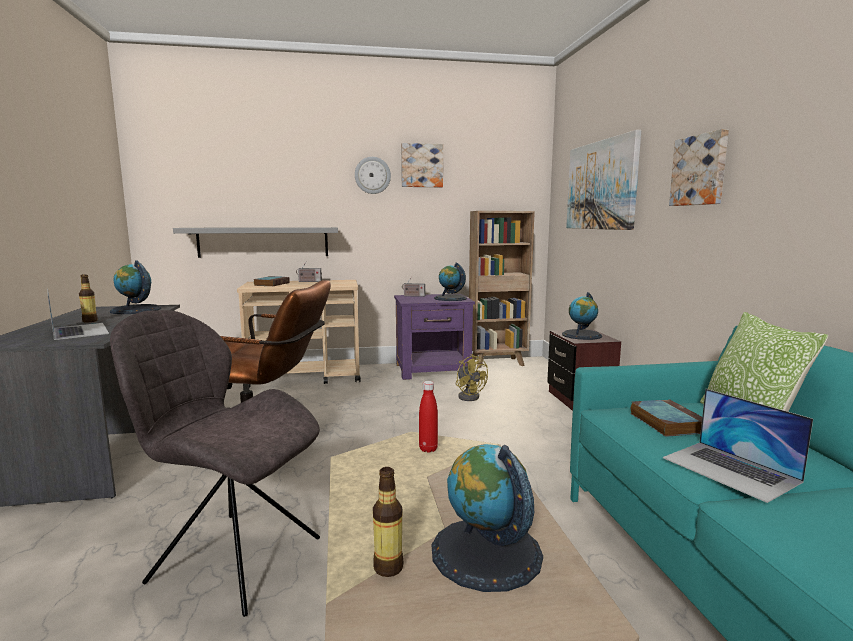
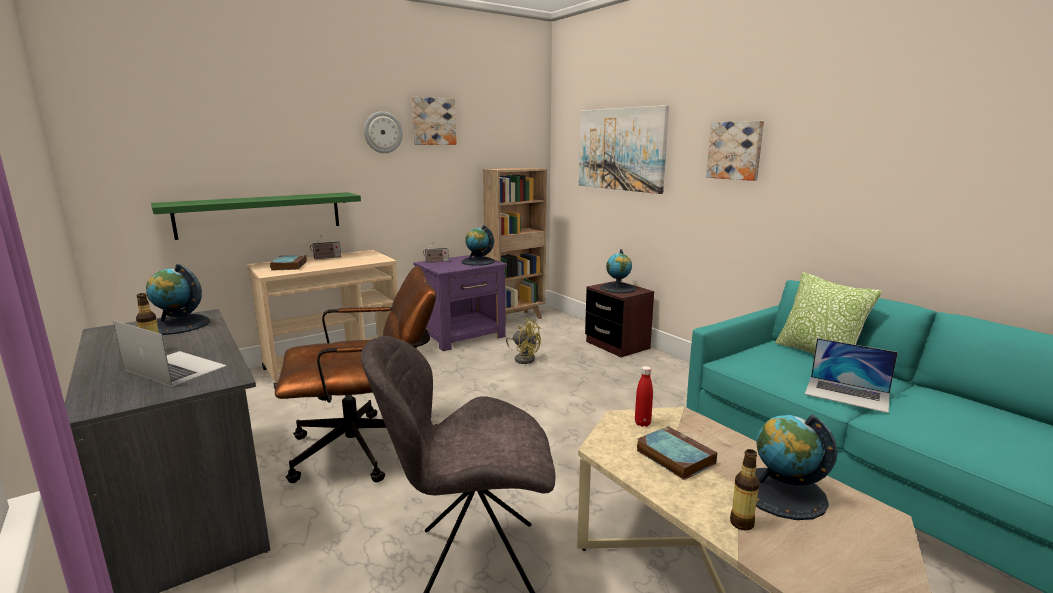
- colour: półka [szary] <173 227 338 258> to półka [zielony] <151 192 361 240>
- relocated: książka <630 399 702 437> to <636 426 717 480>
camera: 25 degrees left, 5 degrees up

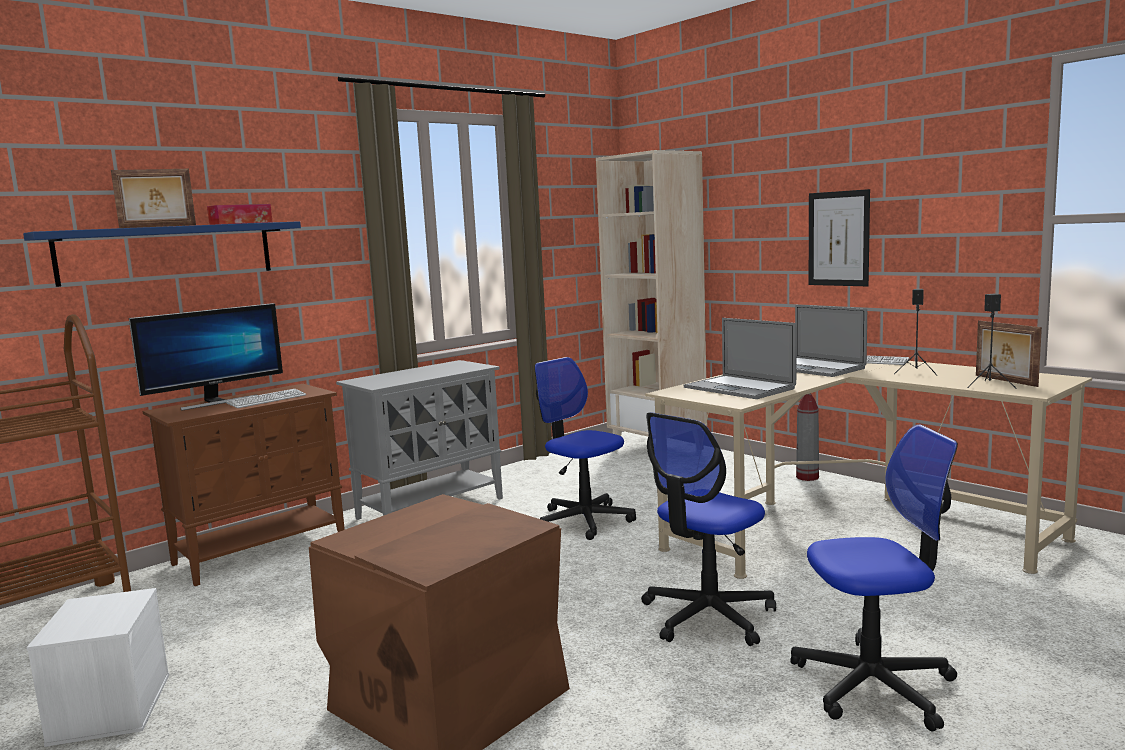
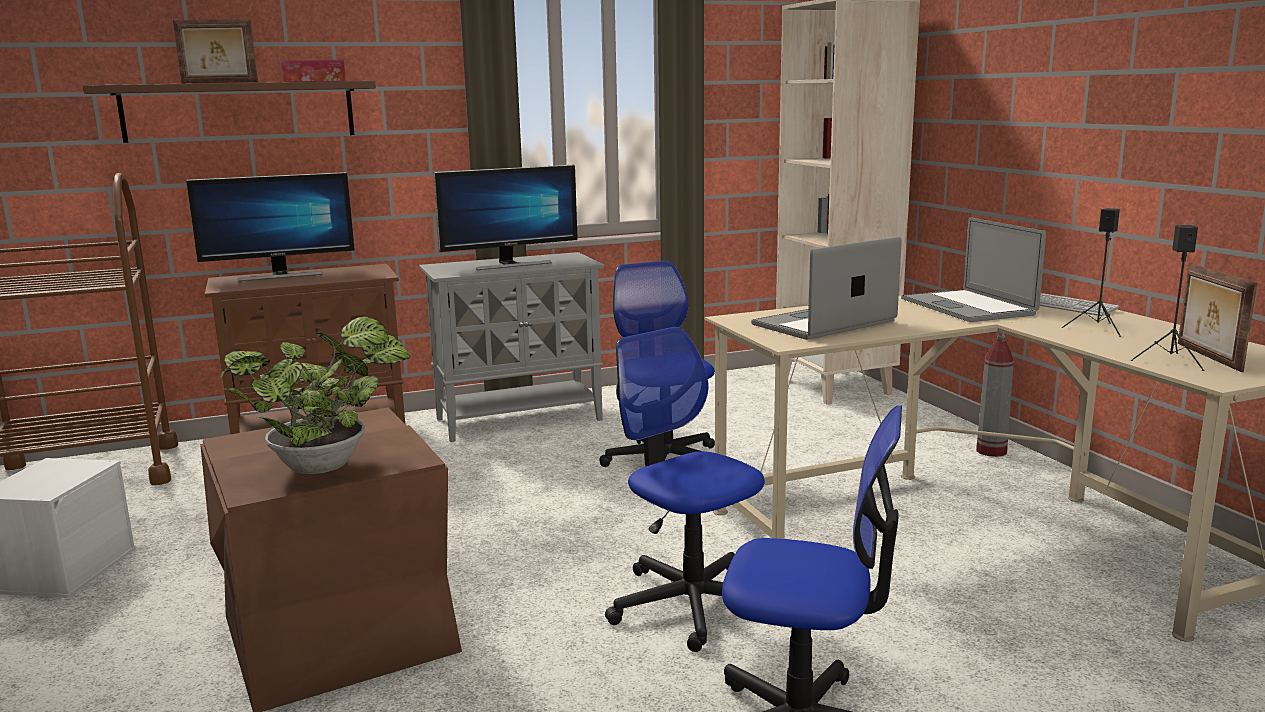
- missing: obraz <809 189 870 286>
- colour: półka [niebieski] <23 221 301 287> to półka [brązowy] <83 81 376 143>
- spun: laptop <684 318 796 399> = <751 236 902 340> 75 degrees clockwise
- missing: klawiatura <226 389 306 408>
- spun: krzesło biurowe <641 412 776 646> = <605 327 765 652> 75 degrees clockwise
- appeared: monitor <434 165 578 270>
- appeared: roślina doniczkowa <220 316 410 474>
camera: 20 degrees right, 5 degrees up

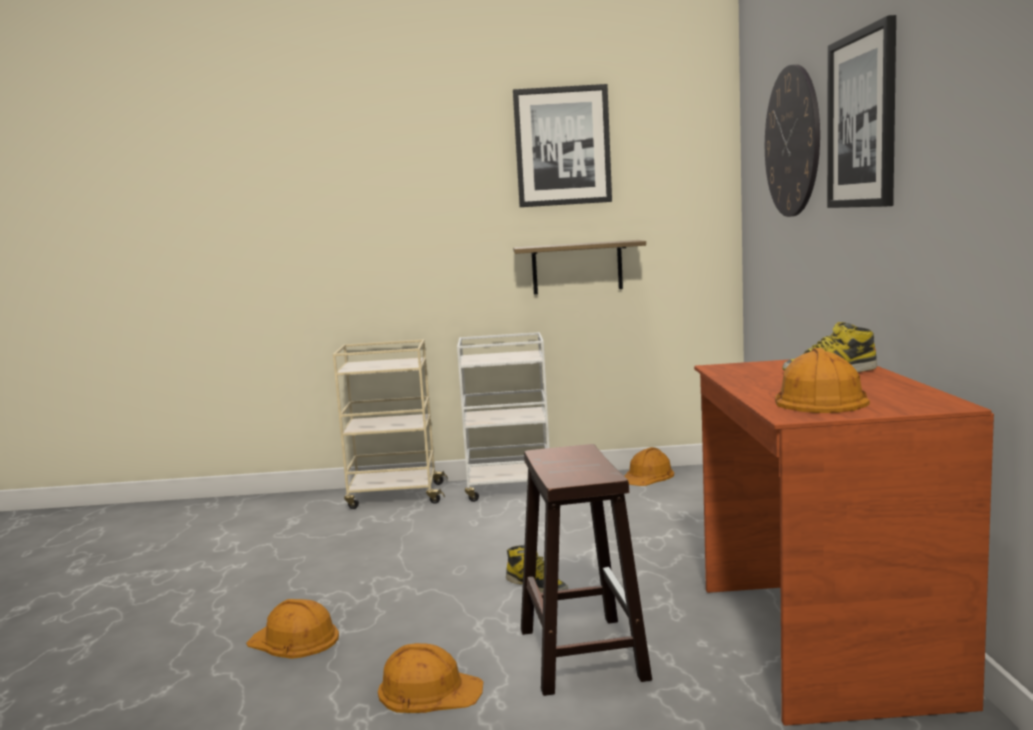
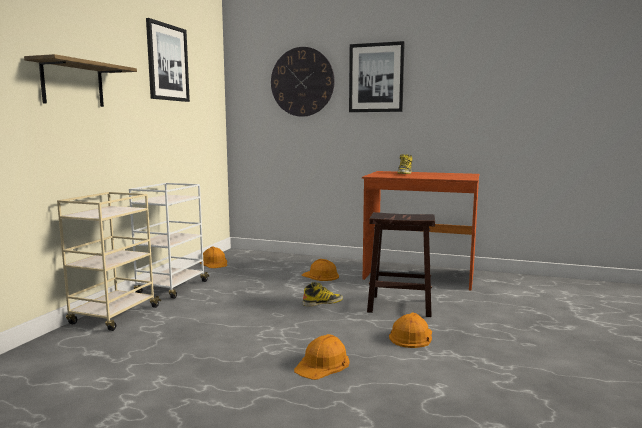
- relocated: półka <513 240 646 294> to <24 54 137 107>
- relocated: kask [pomarańczowy] <775 348 870 413> to <302 259 339 281>
camera: 70 degrees left, 0 degrees up

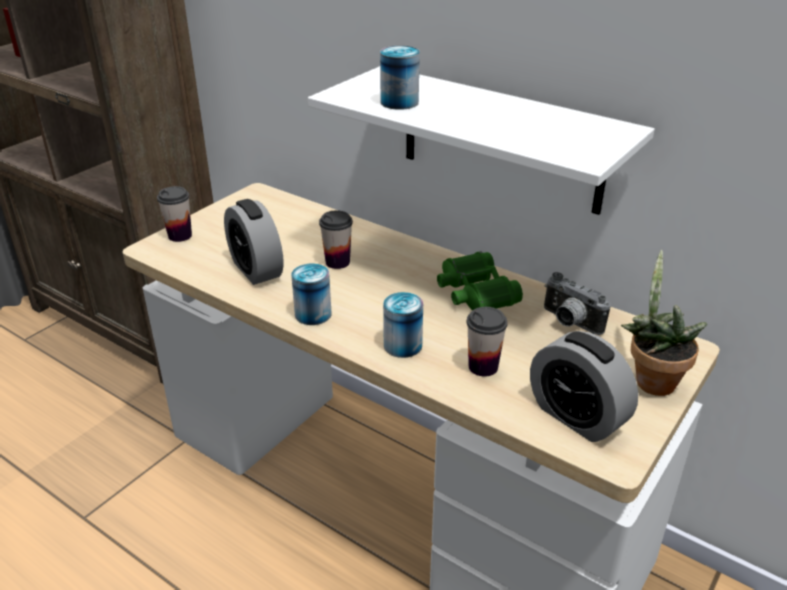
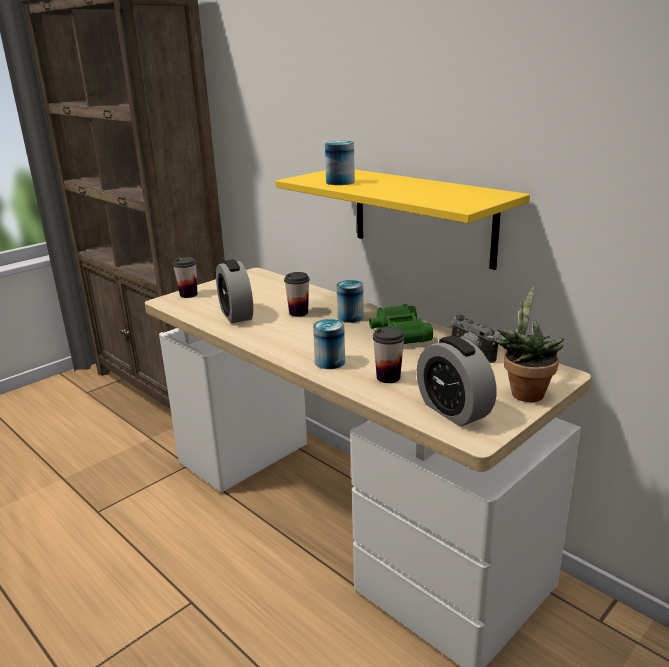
- colour: półka [biały] <308 66 655 215> to półka [żółty] <276 169 530 270>
- relocated: puszka <291 263 331 325> to <337 280 364 323>
camera: 10 degrees right, 10 degrees down

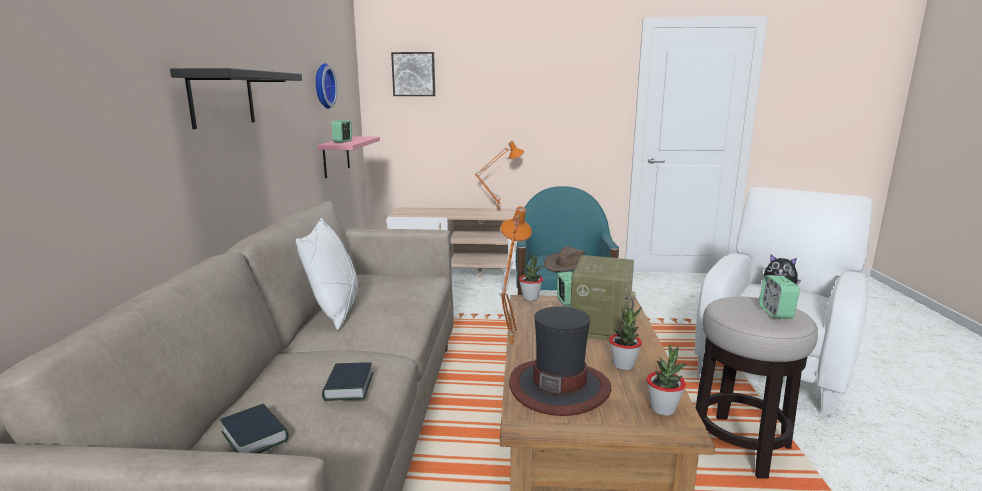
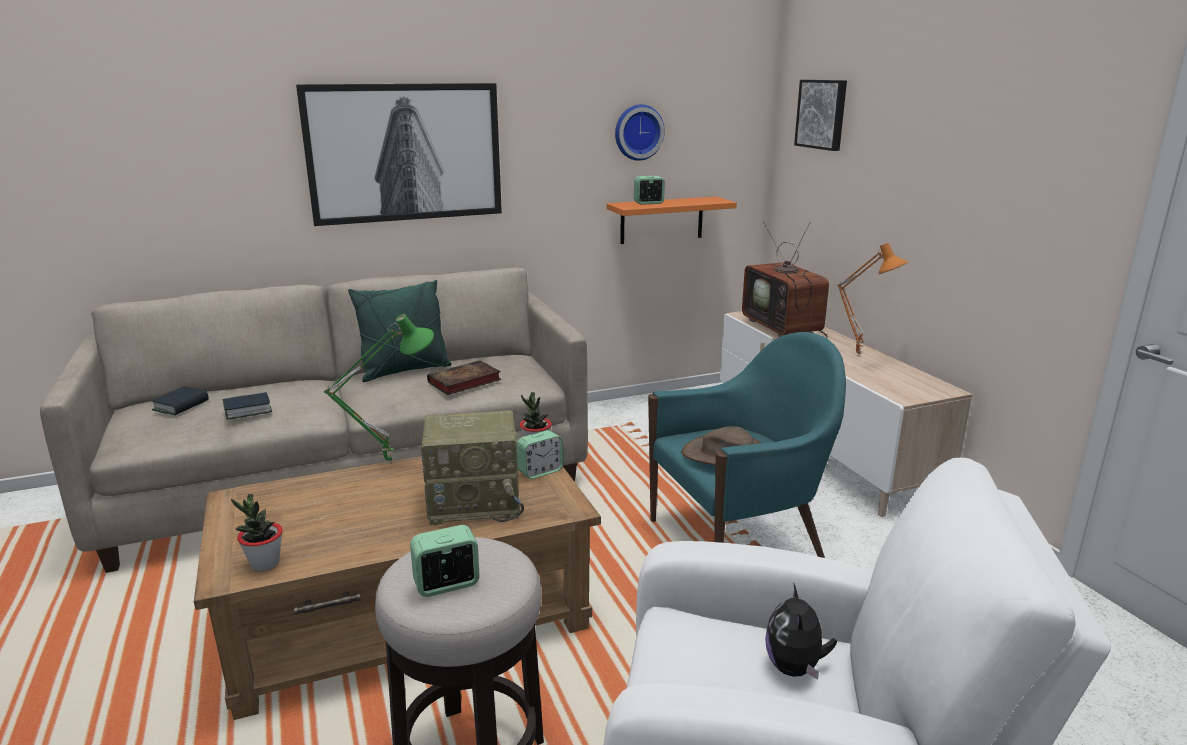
- exchanged: półka [czarny] <170 68 302 129> to obraz <296 83 502 226>
- colour: półka [różowy] <318 136 380 178> to półka [pomarańczowy] <606 197 737 244>
- colour: lampa stołowa [pomarańczowy] <500 206 532 347> to lampa stołowa [zielony] <324 314 434 464>
- colour: poduszka [biały] <296 218 358 330> to poduszka [zielony] <348 280 452 382>
- missing: kapelusz <509 306 611 416>
- missing: roślina doniczkowa <609 307 642 370>
- appeared: telewizor <742 222 829 338>
- appeared: książka <427 360 501 395>
camera: 65 degrees right, 5 degrees up

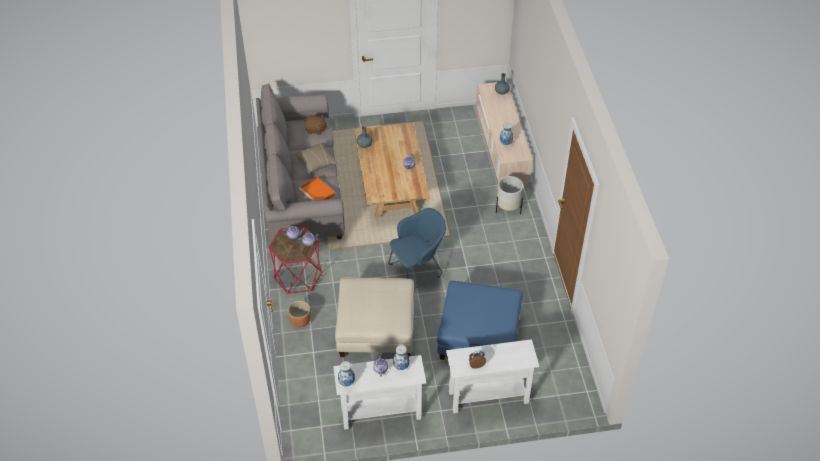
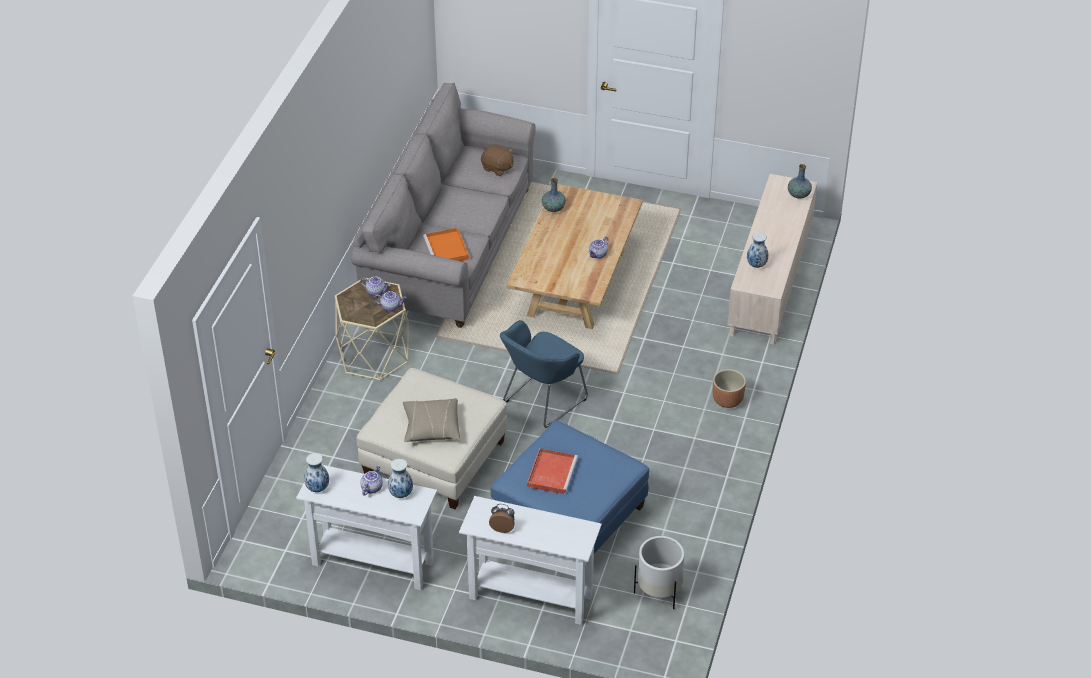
- relocated: poduszka [beżowy] <294 143 337 174> to <403 398 460 442>
- relocated: donica [biały] <496 176 523 214> to <634 536 684 609>
- spun: fotel [niebieski] <388 208 446 289> = <500 320 588 428> 135 degrees clockwise
- colour: stolik [czerwony] <268 226 322 294> to stolik [beżowy] <335 278 409 381>
- relocated: donica [brązowy] <288 301 311 327> to <713 369 746 408>
- appeared: taca [czerwony] <527 448 578 494>
camera: 25 degrees right, 5 degrees down

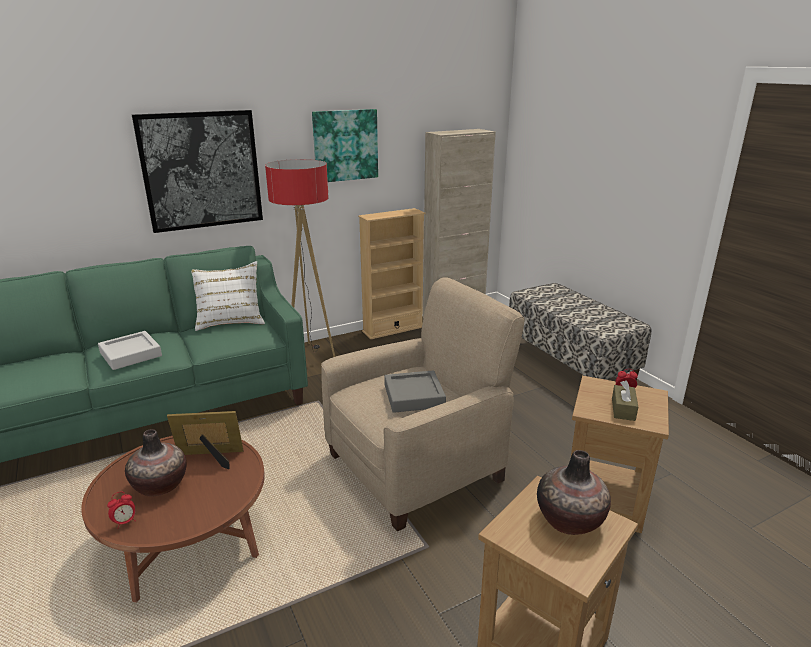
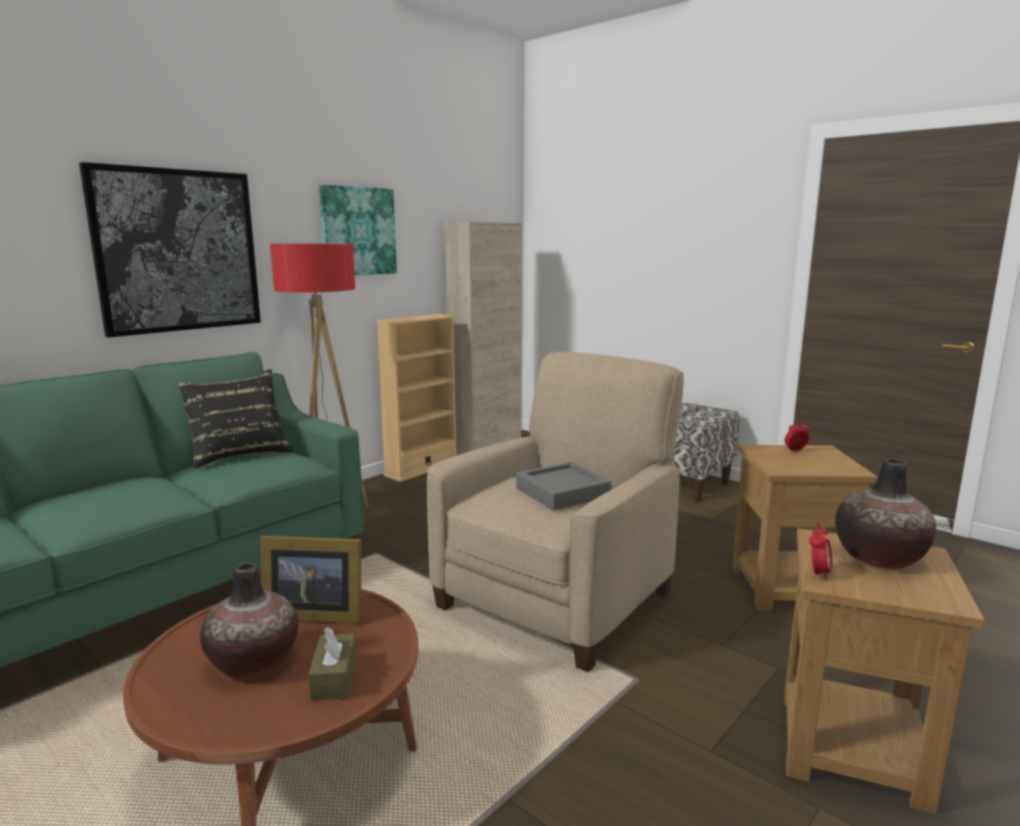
- colour: poduszka [biały] <191 261 265 331> to poduszka [czarny] <179 369 294 469>
- missing: taca [szary] <98 331 162 370>
- relocated: pudełko chusteczek [brązowy] <612 381 638 421> to <308 627 357 701>
- spun: ramka na zdjęcie <167 411 244 469> = <260 536 361 624> 150 degrees counterclockwise
- relocated: budzik <107 491 136 529> to <809 523 832 581>
camera: 20 degrees left, 10 degrees down

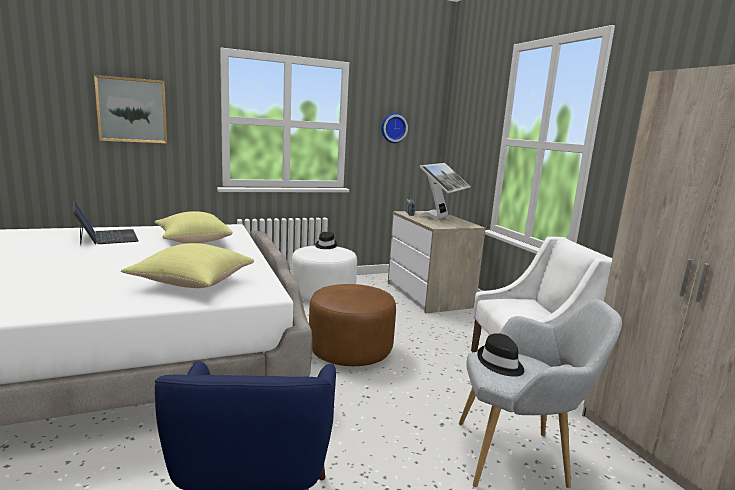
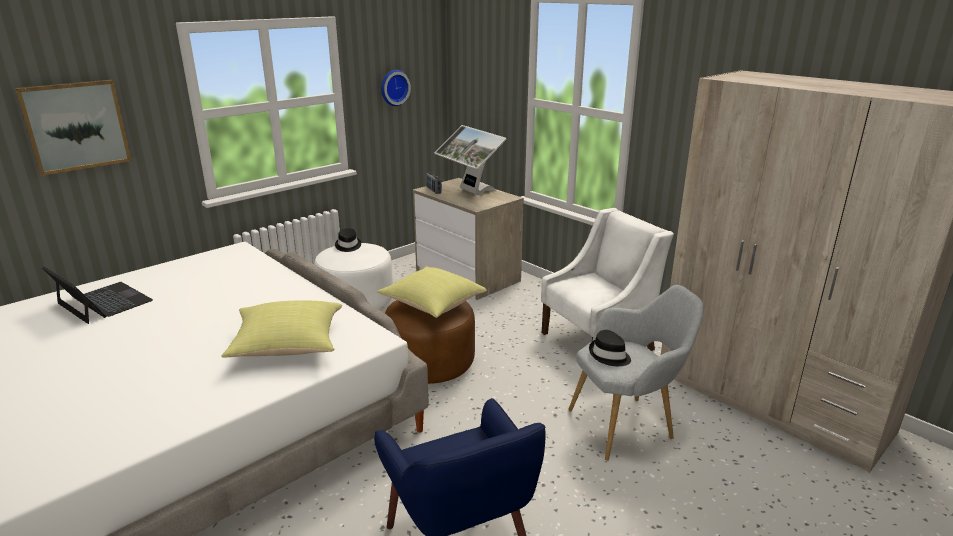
- spun: monitor <418 163 471 220> = <435 125 507 196> 135 degrees clockwise
- relocated: poduszka [żółty] <154 211 233 243> to <377 266 486 318>
camera: 20 degrees left, 10 degrees up

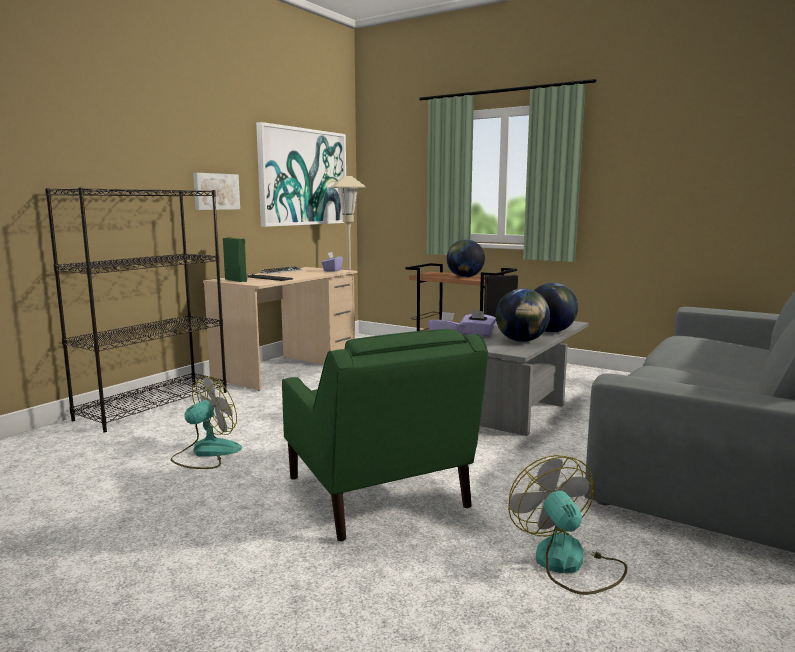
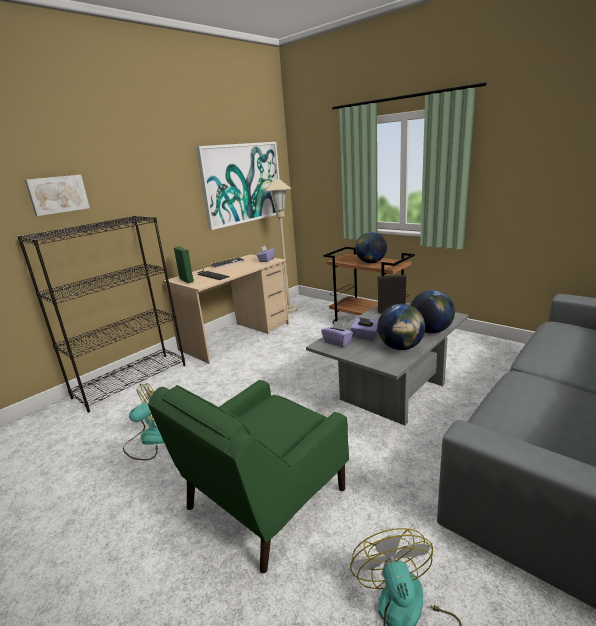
- relocated: obraz <193 173 240 210> to <25 175 90 216>
- spun: fotel [zielony] <282 329 488 542> = <148 380 349 573> 60 degrees clockwise
camera: 10 degrees right, 10 degrees up

